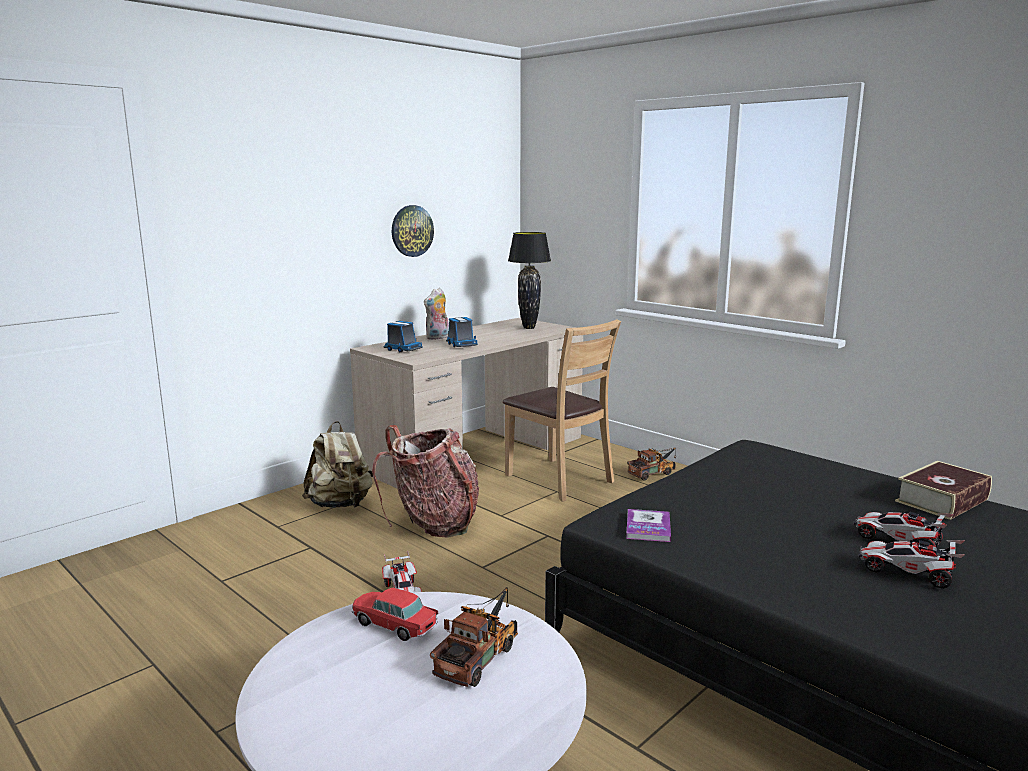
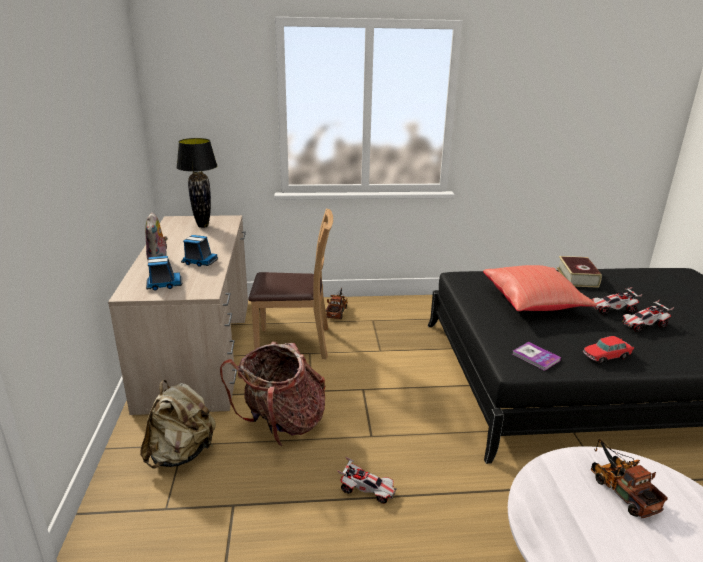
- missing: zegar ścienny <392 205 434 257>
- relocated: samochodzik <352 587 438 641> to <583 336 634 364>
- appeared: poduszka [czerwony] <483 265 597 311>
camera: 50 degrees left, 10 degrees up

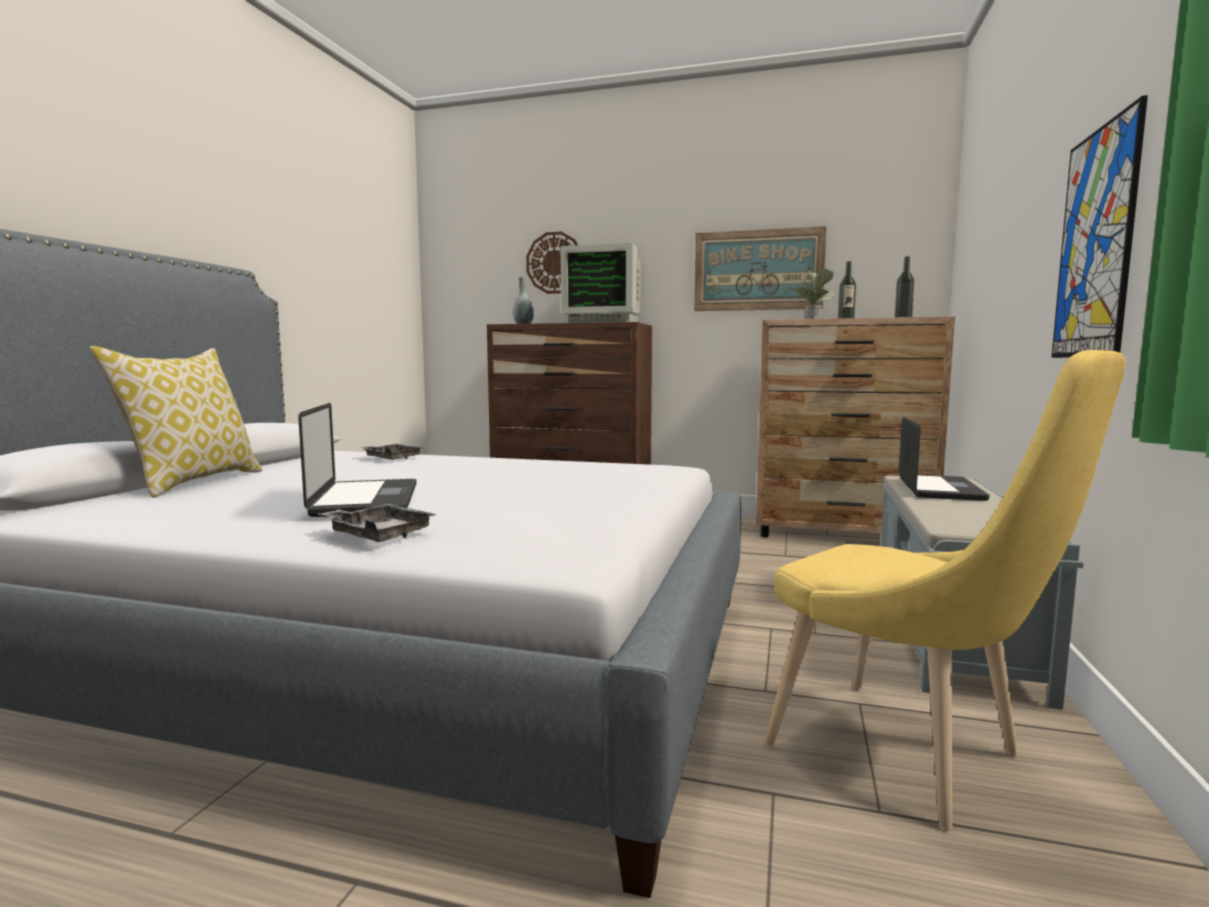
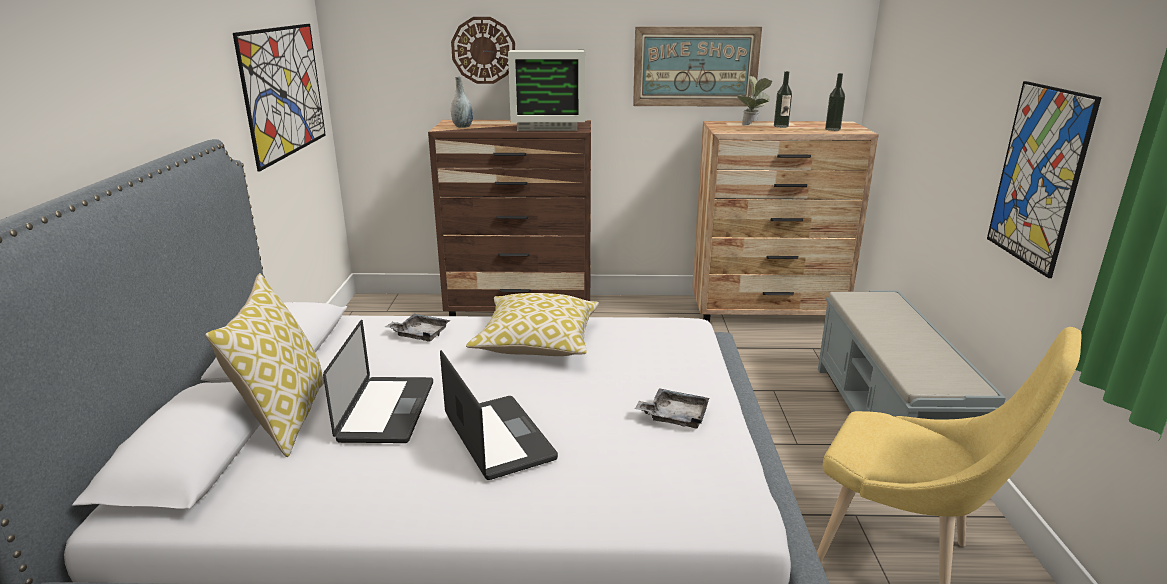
- relocated: laptop <899 417 989 501> to <323 320 433 443>
- relocated: taca [szary] <319 503 437 542> to <635 388 709 429>
- appeared: obraz <233 24 326 171>
- appeared: poduszka <466 293 599 356>
camera: 15 degrees left, 15 degrees up

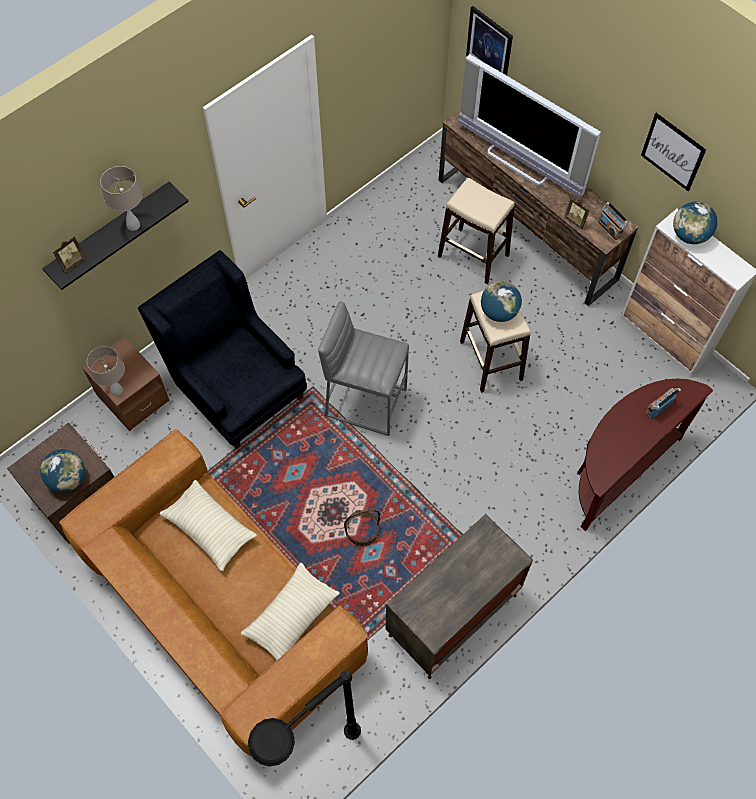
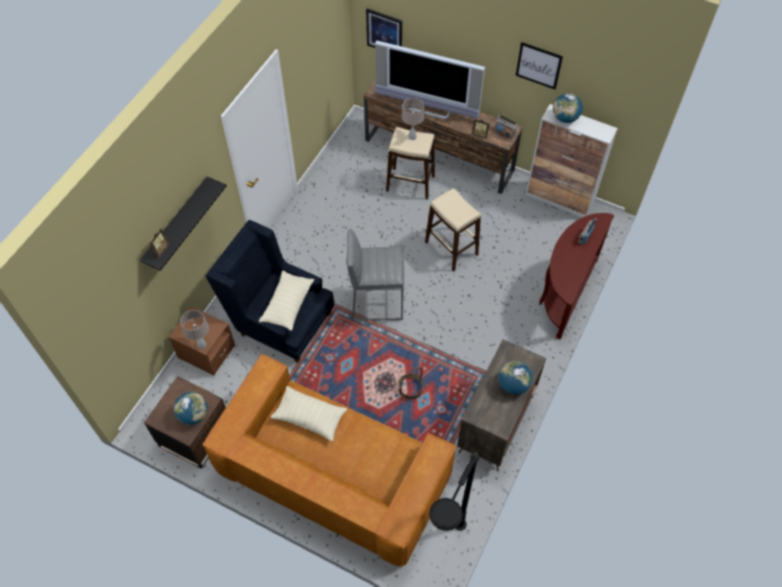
- relocated: lampa stołowa [beżowy] <100 166 143 231> to <401 98 425 140>
- relocated: globus <481 281 522 322> to <499 361 532 395>
- relocated: poduszka [beżowy] <241 563 340 661> to <259 270 314 331>
camera: 20 degrees left, 5 degrees down

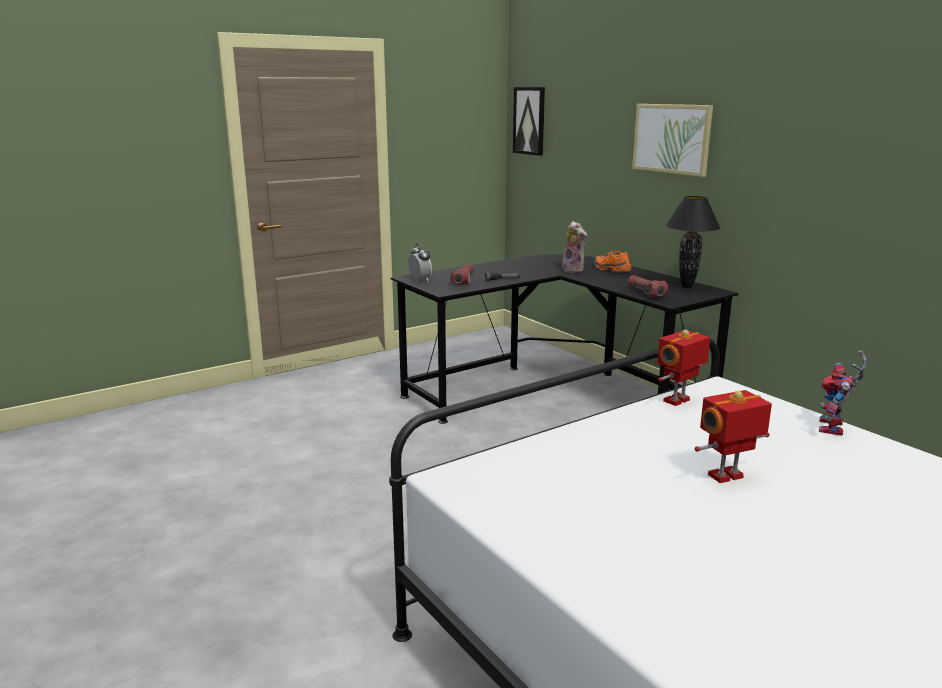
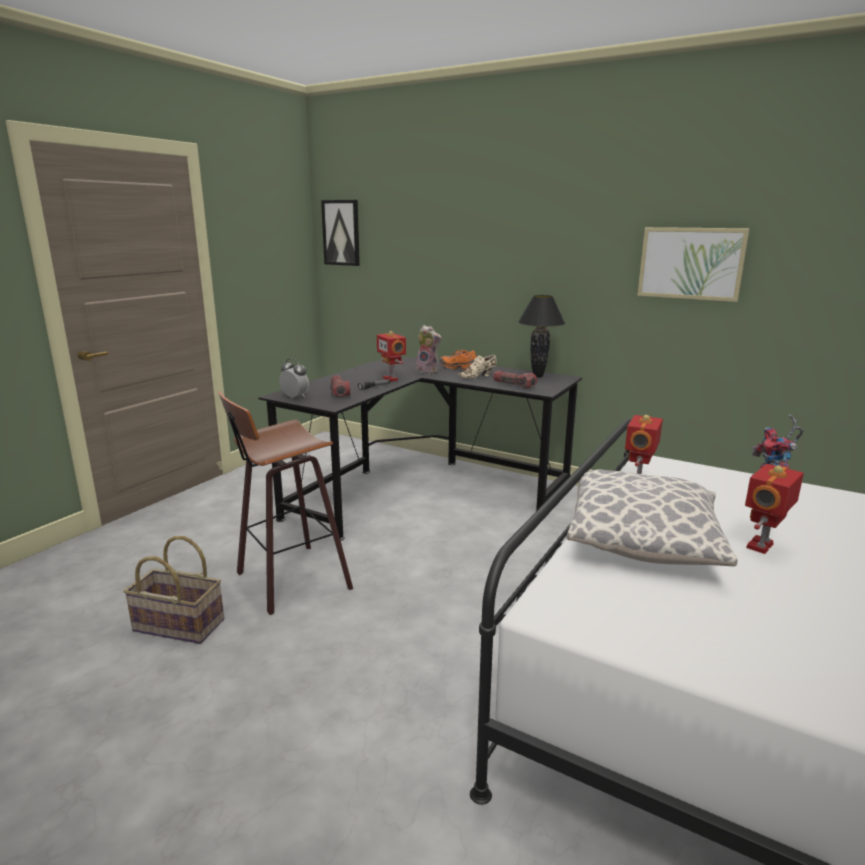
- relocated: obraz <632 104 713 177> to <637 227 750 302>
- appeared: robot zabawkowy <377 331 406 381>
- appeared: but [beżowy] <458 355 497 379>
- appeared: stołek <218 391 353 615>
- appeared: poduszka <567 470 737 566>
- appeared: koszyk <124 536 224 644>
camera: 25 degrees left, 0 degrees up

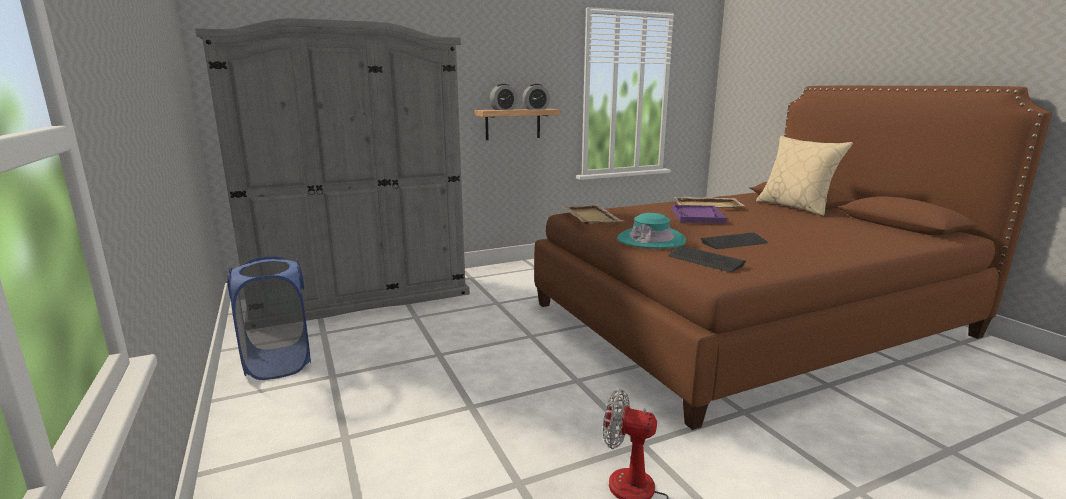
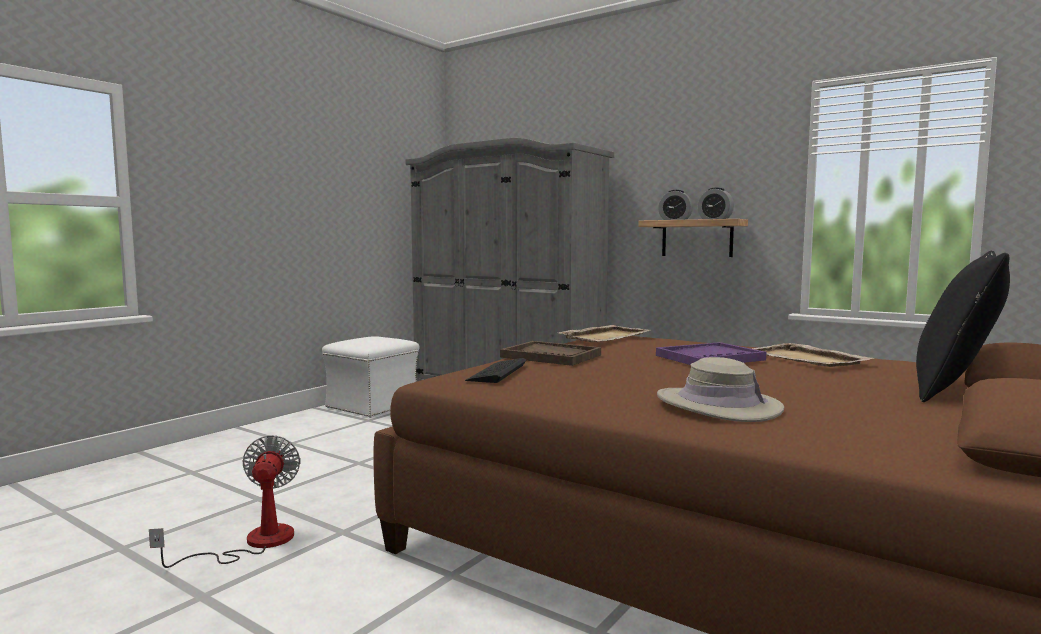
- colour: poduszka [beżowy] <756 136 853 216> to poduszka [czarny] <916 251 1010 402>
- exchanged: kapelusz [turkusowy] <617 213 686 249> to taca [brązowy] <500 341 601 366>
- missing: klawiatura <701 232 768 249>
- exchanged: kosz na pranie [niebieski] <227 256 311 380> to pufa [biały] <322 336 420 418>
- appeared: kapelusz [beżowy] <657 357 784 422>
camera: 60 degrees right, 10 degrees down

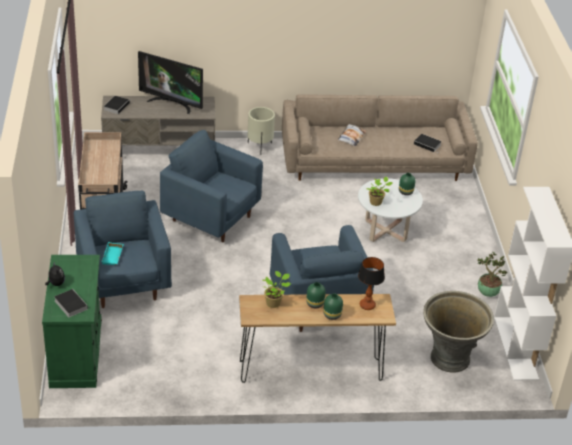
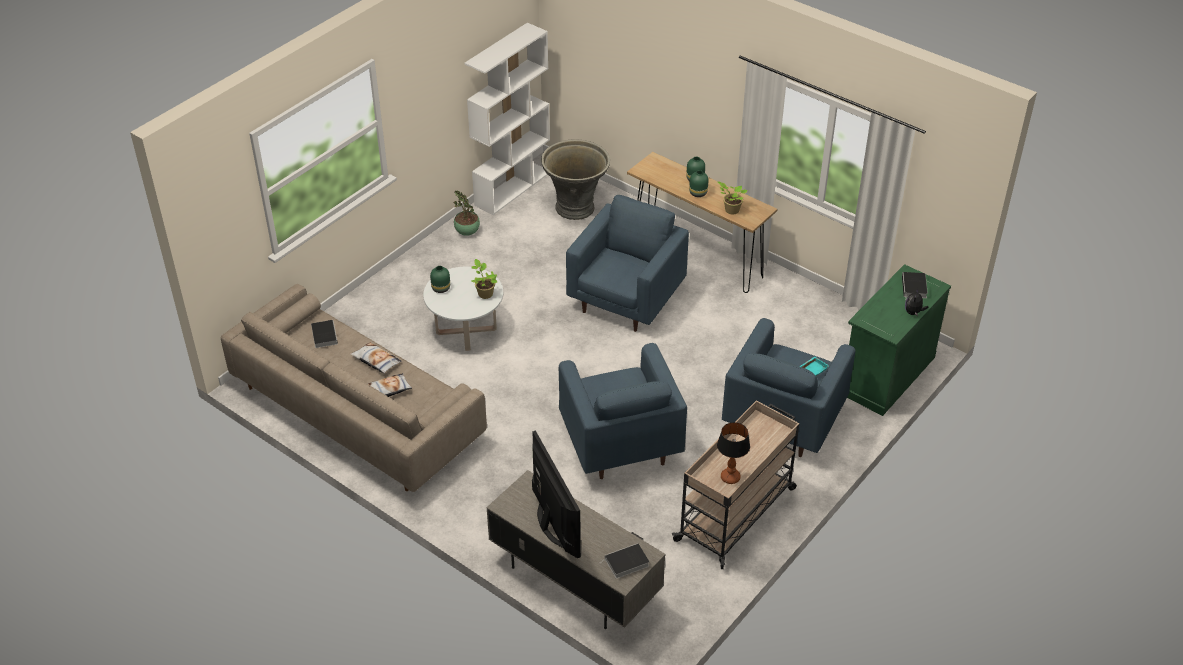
- missing: donica [beżowy] <248 107 275 155>
- relocated: lampa stołowa <358 257 385 310> to <717 422 750 484>
- appeared: poduszka <350 343 402 374>
camera: 135 degrees left, 5 degrees up

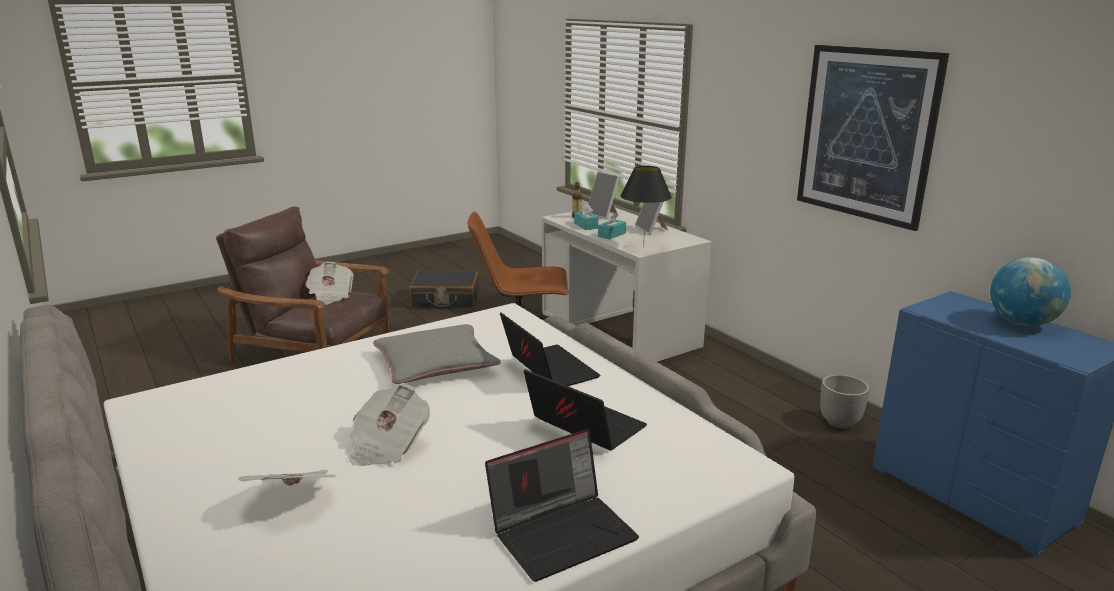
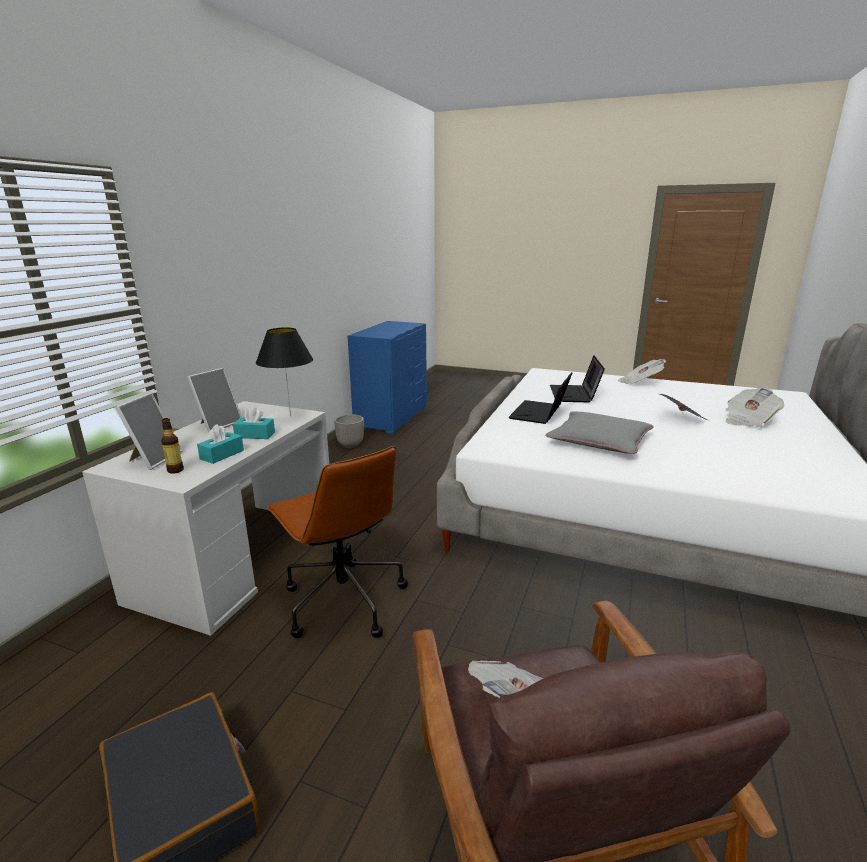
- missing: obraz <797 45 949 231>
- missing: globus <990 257 1071 326>
- exchanged: laptop <485 429 639 582> to gazeta <618 359 666 385>
camera: 125 degrees left, 0 degrees up

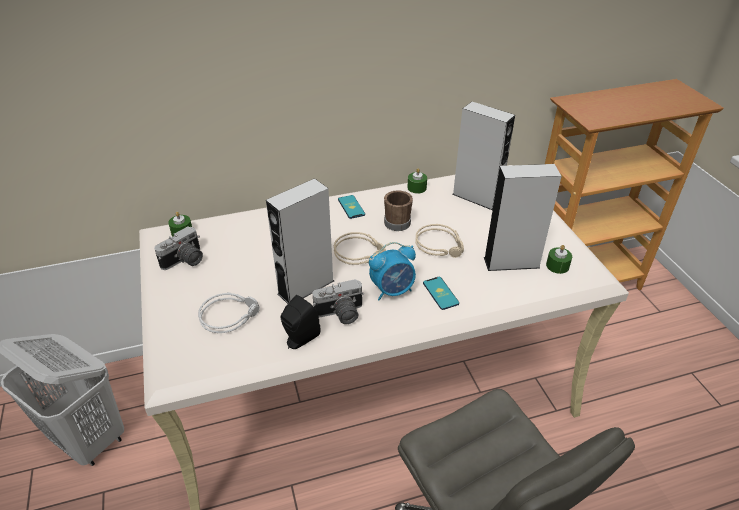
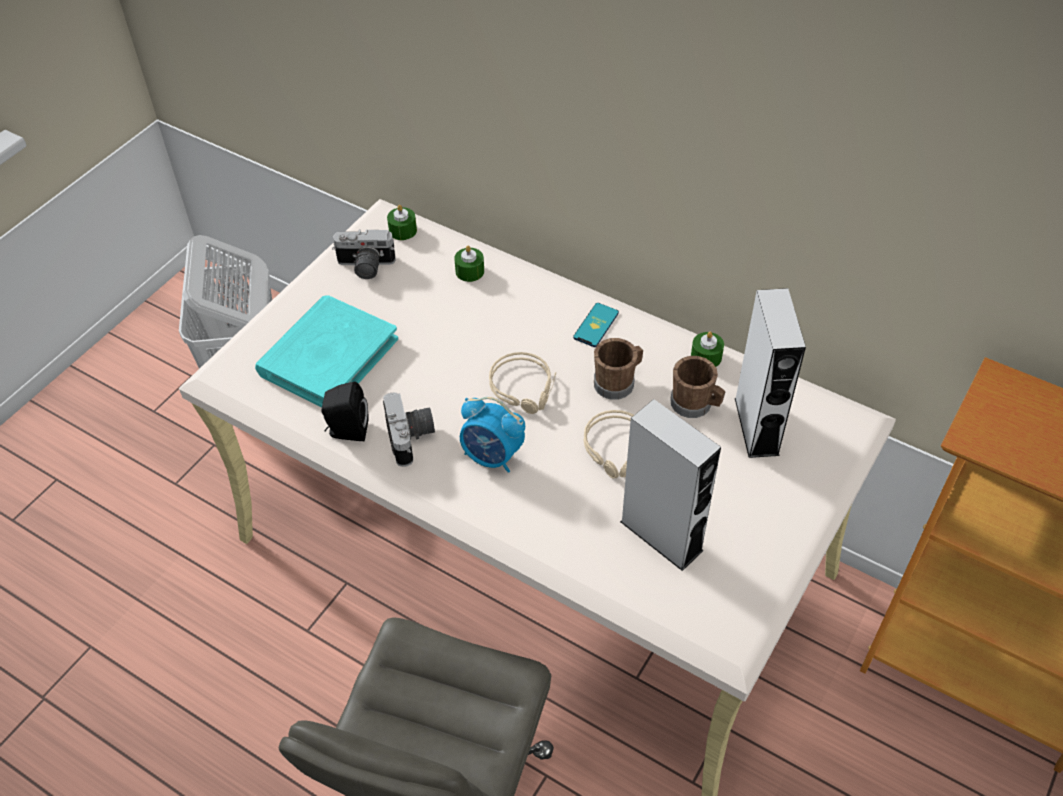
- missing: głośnik [szary] <266 178 334 304>
- relocated: świeca [zielony] <546 245 572 274> to <454 245 484 282>
- missing: telefon <423 277 459 310>
- spun: aparat fotograficzny <313 279 364 324> = <383 393 435 467> 135 degrees counterclockwise
- exchanged: słuchawki [szary] <198 292 260 333> to książka [turkusowy] <255 296 398 407>
- appeared: kubek [brązowy] <670 356 726 418>
camera: 50 degrees right, 10 degrees up

